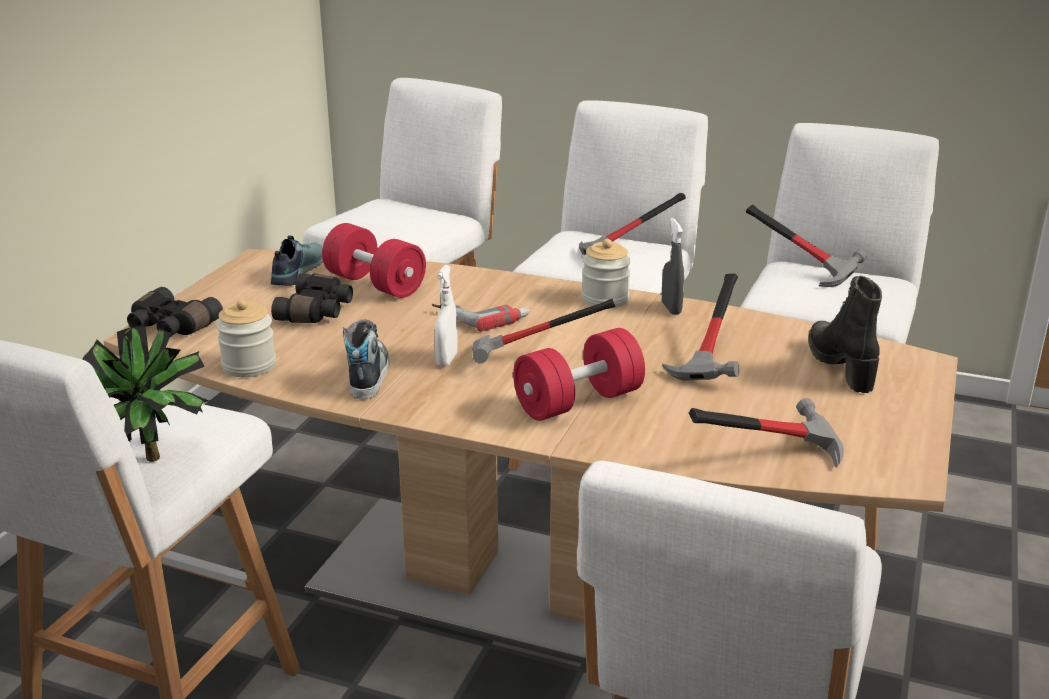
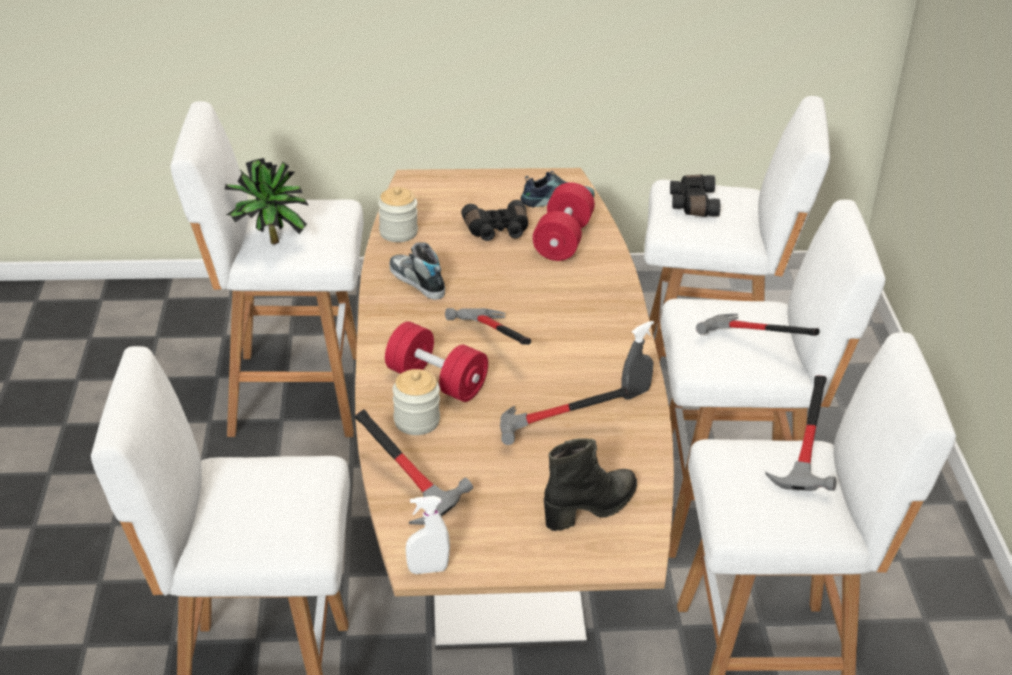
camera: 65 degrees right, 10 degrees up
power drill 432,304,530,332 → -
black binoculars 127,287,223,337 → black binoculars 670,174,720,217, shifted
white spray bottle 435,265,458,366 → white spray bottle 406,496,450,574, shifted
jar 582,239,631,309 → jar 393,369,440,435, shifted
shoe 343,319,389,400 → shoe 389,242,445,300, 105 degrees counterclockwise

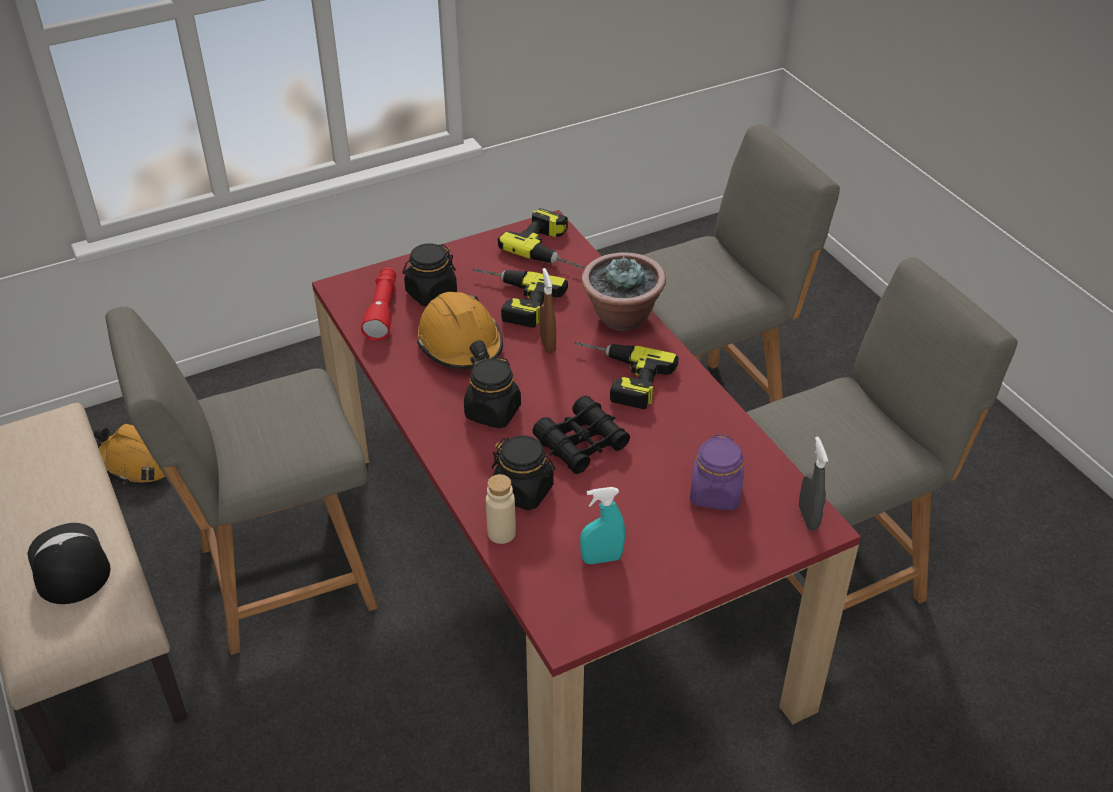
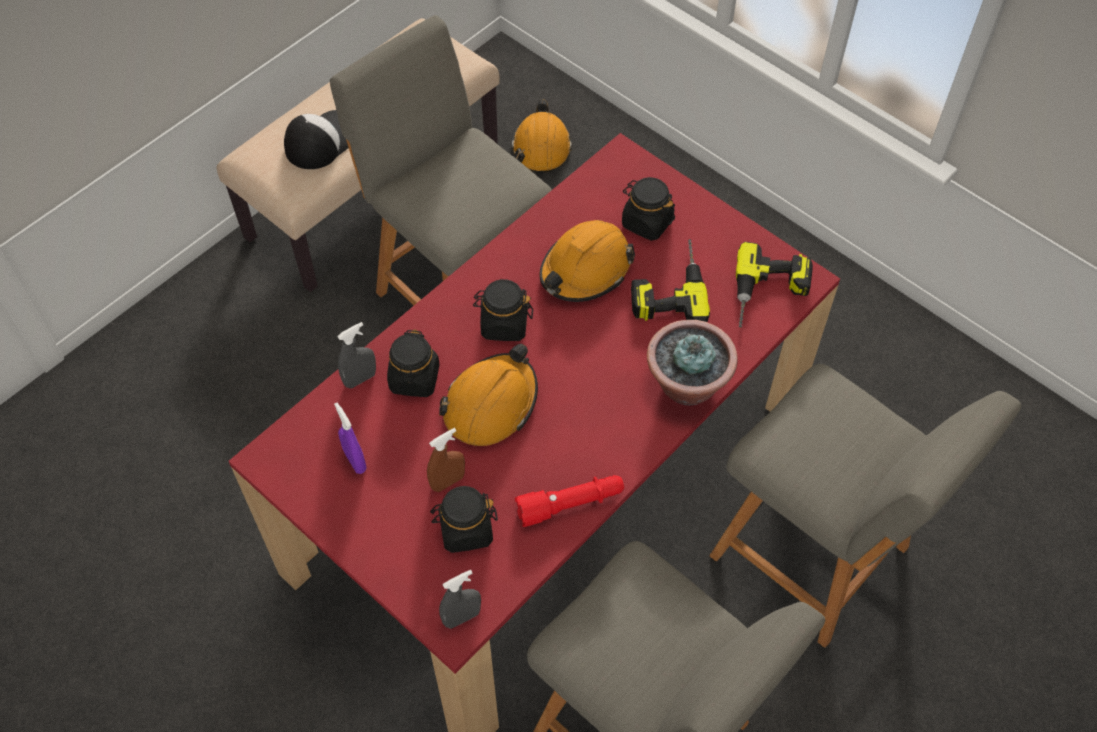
camera: 70 degrees right, 15 degrees up
power drill 575,342,679,409 → -
red flashlight 361,268,396,341 → red flashlight 515,475,624,527, shifted
brown spray bottle 539,268,556,353 → brown spray bottle 427,428,465,492, shifted
beige bottle 486,474,516,544 → grey spray bottle 337,322,376,388
black binoculars 532,396,630,474 → orange hard hat 439,344,538,446
turquoise spray bottle 580,487,625,564 → purple spray bottle 334,403,367,474
purple jar 690,434,744,510 → black jar 430,486,498,553

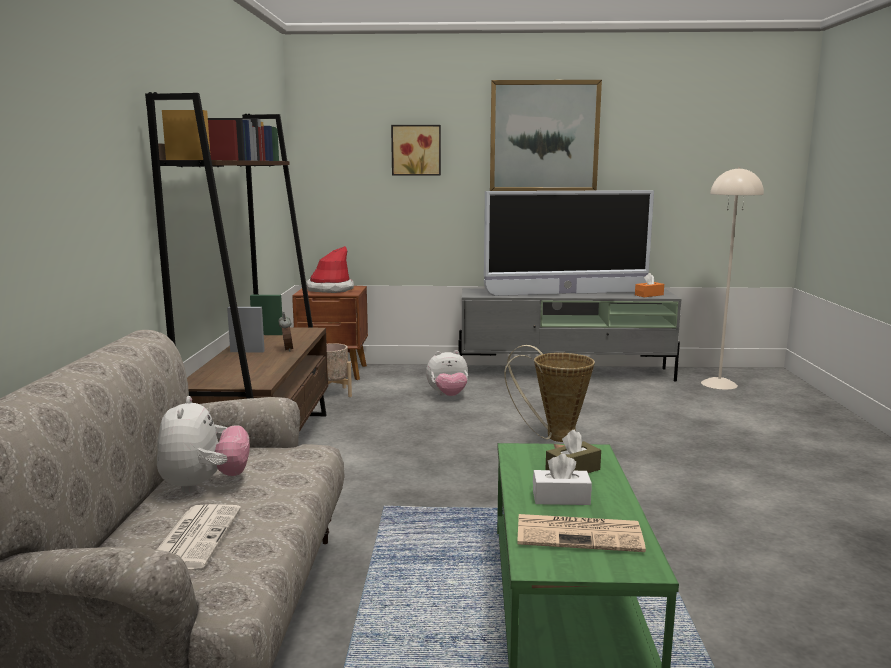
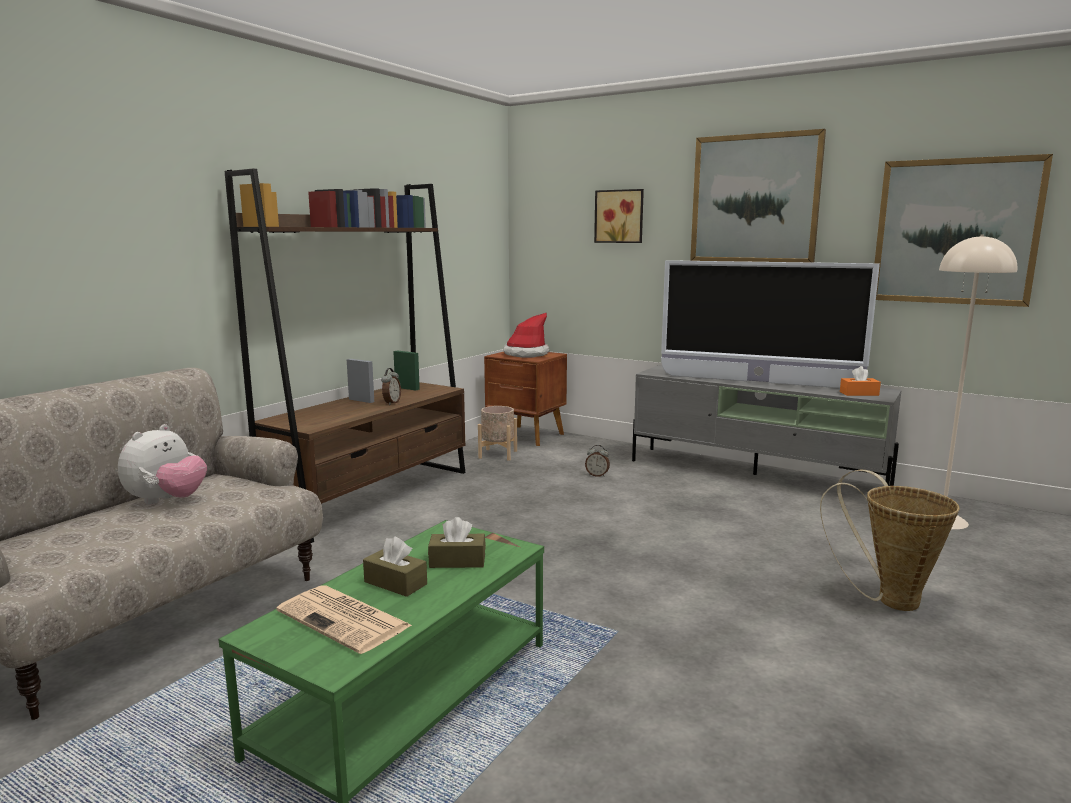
camera: 30 degrees right, 0 degrees up
newspaper 157,504,241,569 → -
- → picture 875,154,1053,307
basket 504,345,595,442 → basket 820,470,960,611, shifted
plush toy 426,350,468,396 → alarm clock 585,445,610,477
white tissue box 533,454,592,505 → brown tissue box 363,536,427,597

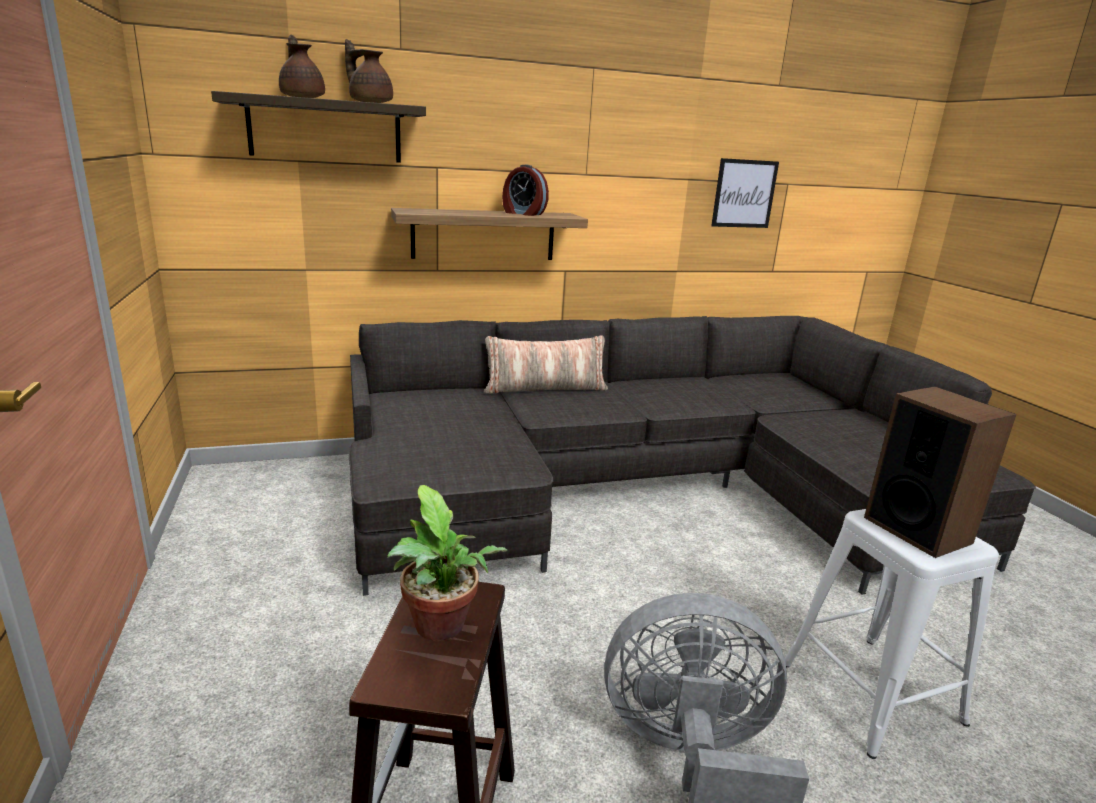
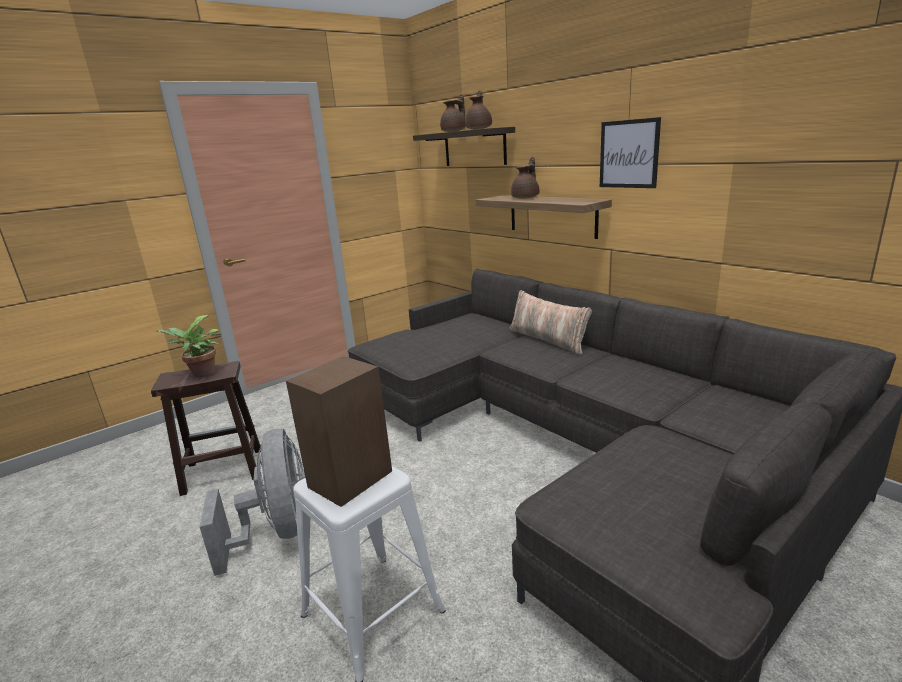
camera: 70 degrees right, 0 degrees up
alarm clock 502,165,549,216 → -
- → brown teapot 511,157,539,199
picture 711,158,779,228 → picture 600,117,661,188, shifted

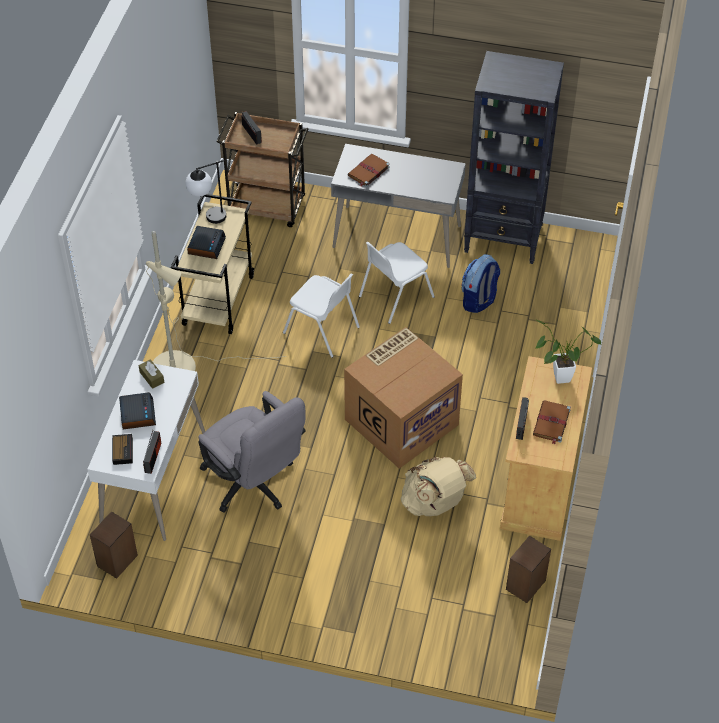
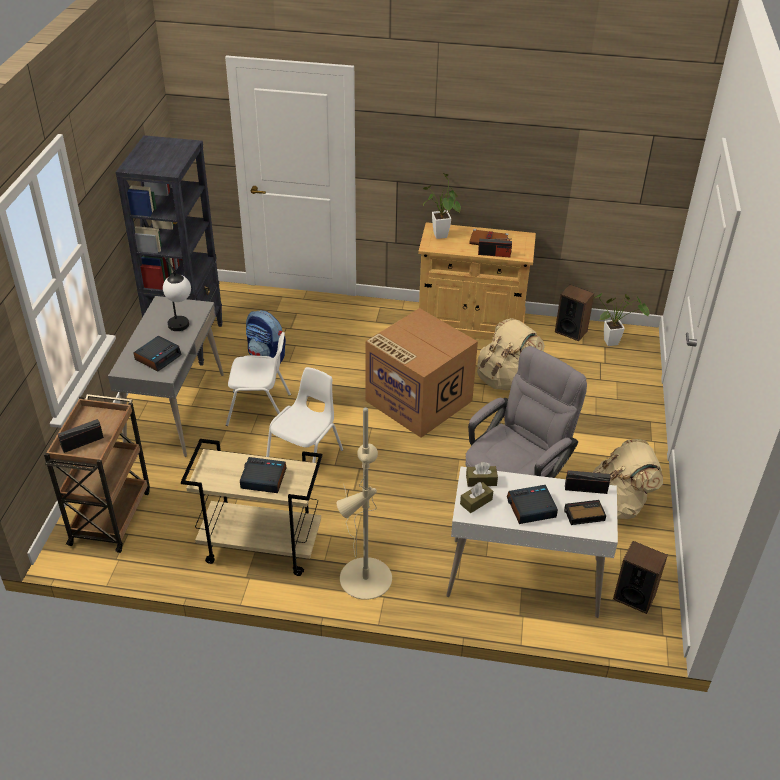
camera: 95 degrees left, 10 degrees down
- → brown tissue box 466,462,498,487
- → potted plant 593,293,649,346
- → beige backpack 593,439,663,519
table lamp 185,160,226,224 → table lamp 163,255,191,331, shifted
brown book 348,154,390,187 → alarm clock 134,336,182,371
white chair 359,242,435,324 → white chair 226,332,291,426, 45 degrees counterclockwise

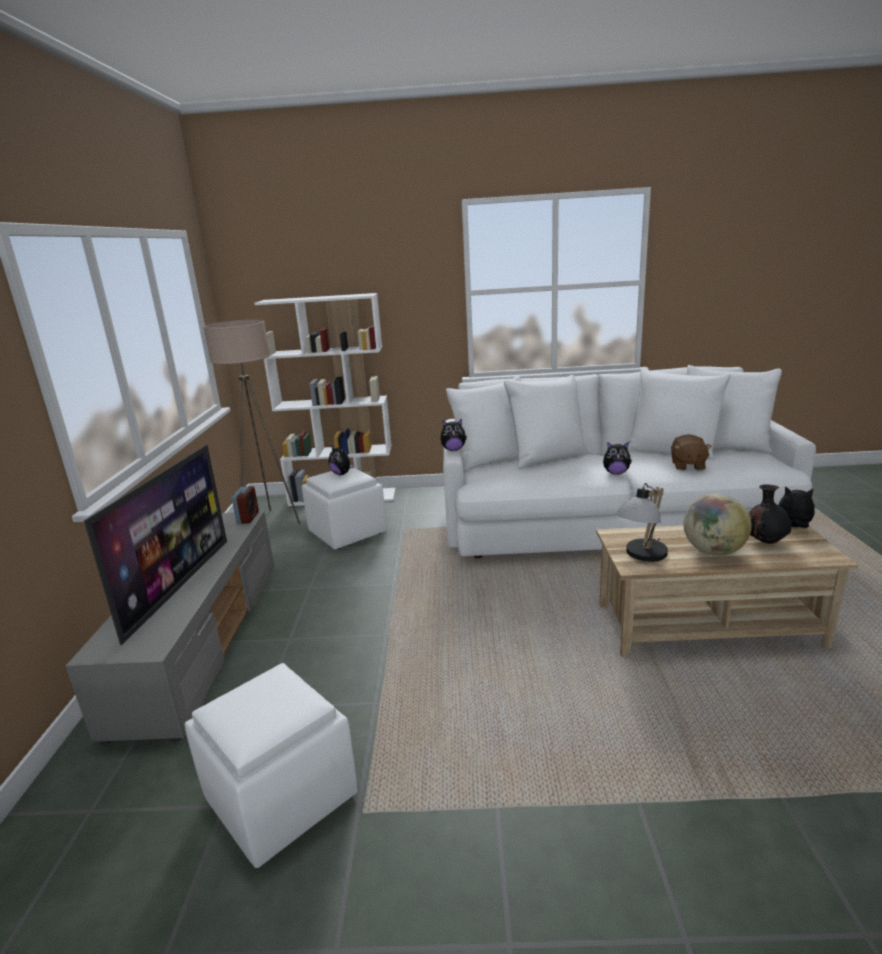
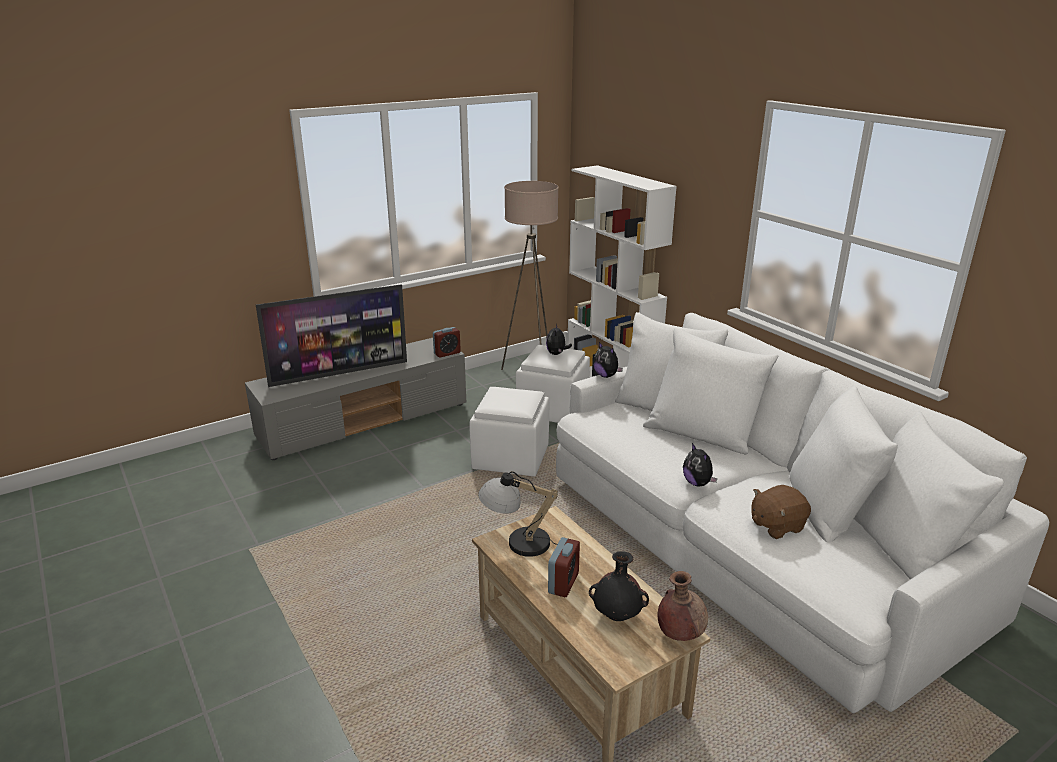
camera: 55 degrees right, 5 degrees up
white ottoman 185,663,358,868 → white ottoman 470,387,549,477, shifted
globe 683,494,752,556 → alarm clock 548,537,580,597
plush toy 779,486,815,528 → brown vase 657,571,708,641

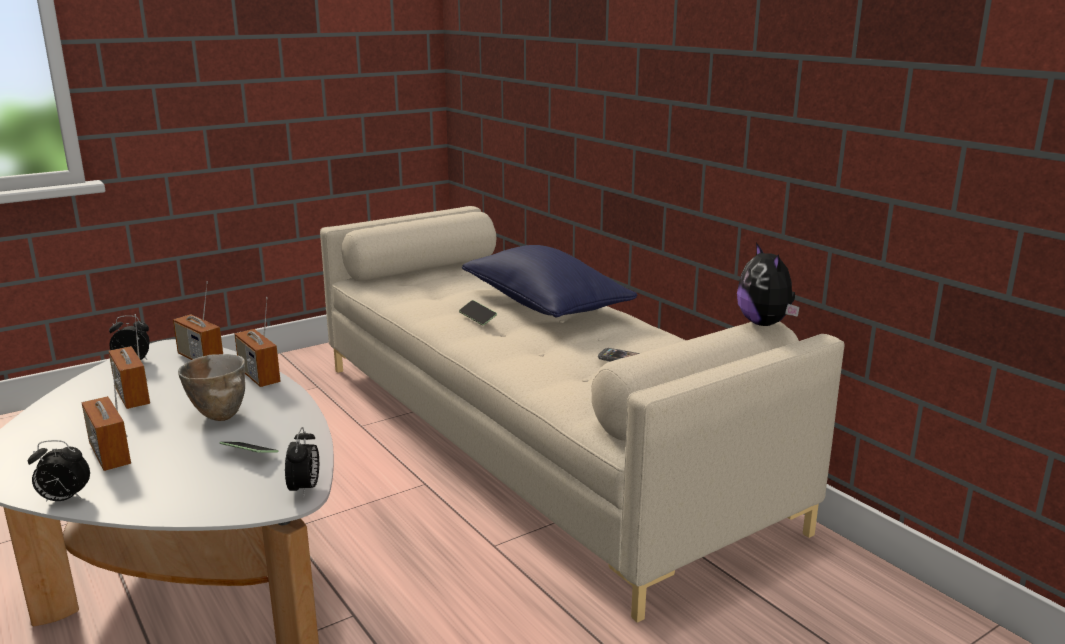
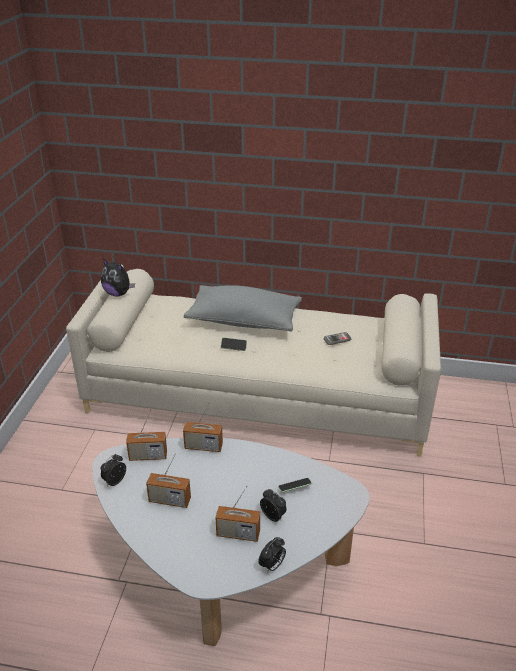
camera: 45 degrees left, 15 degrees up
bowl 178,354,245,421 → -
alarm clock 285,427,319,498 → alarm clock 260,489,287,522, shifted
plush toy 737,242,800,326 → plush toy 101,259,135,297, shifted
blue pillow 462,245,638,318 → grey pillow 183,285,302,331

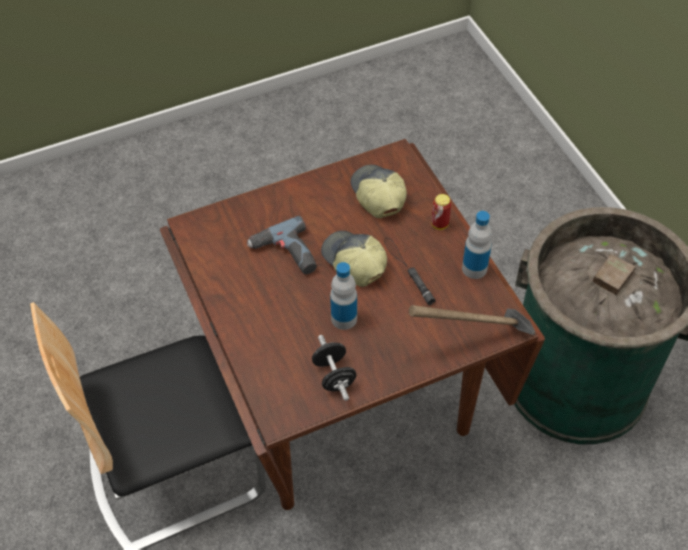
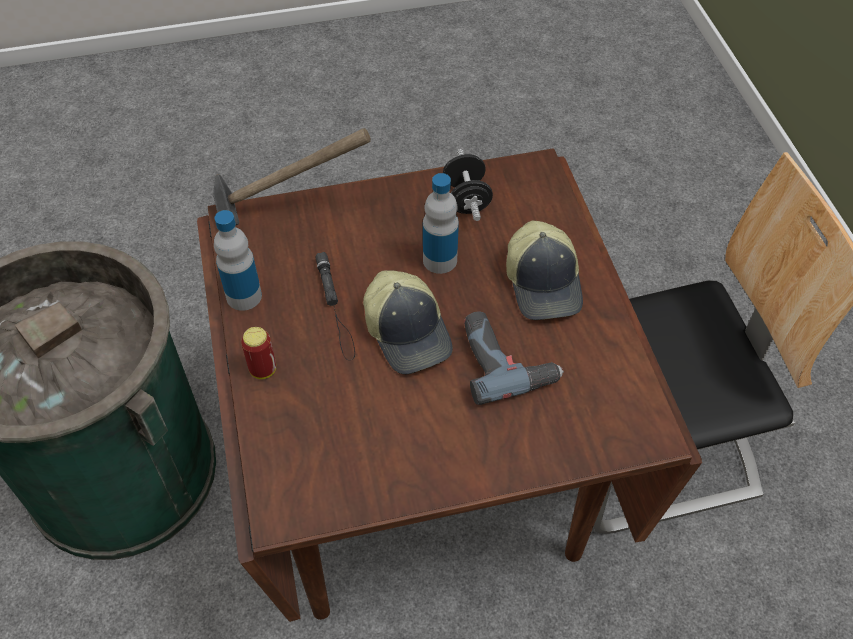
camera: 170 degrees left, 0 degrees up
cap 350,165,407,218 → cap 506,221,583,320, shifted

